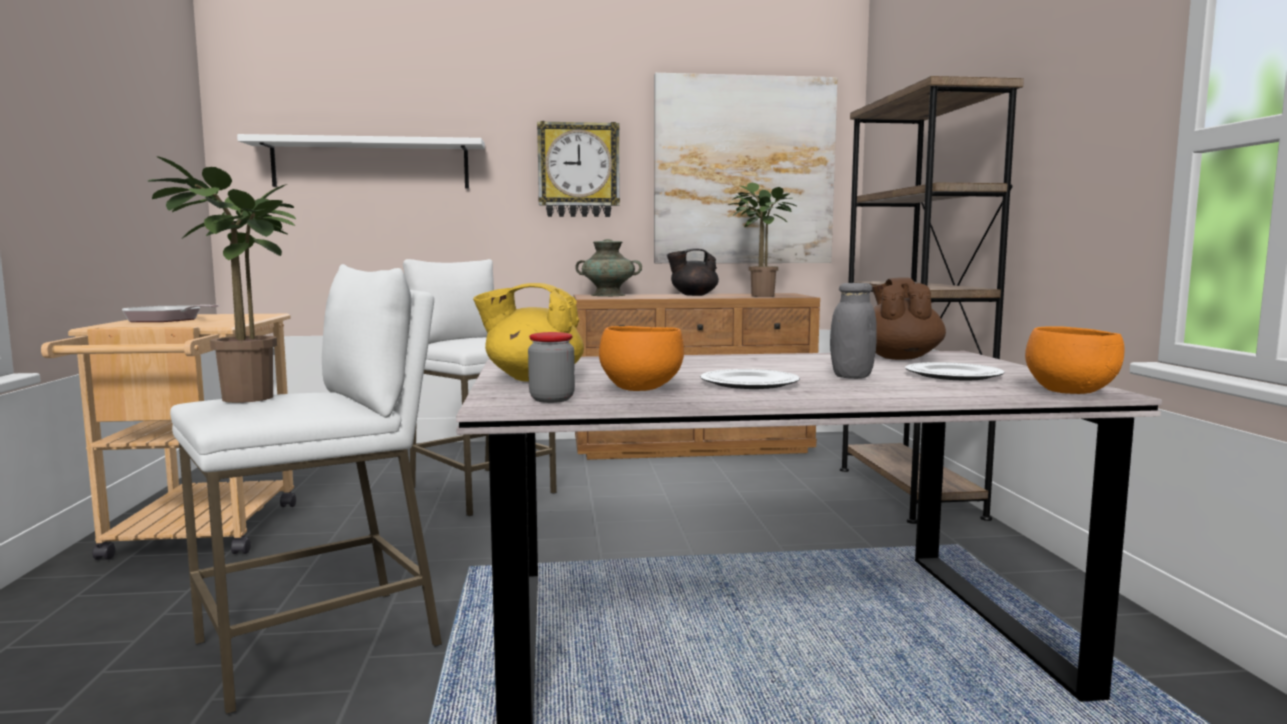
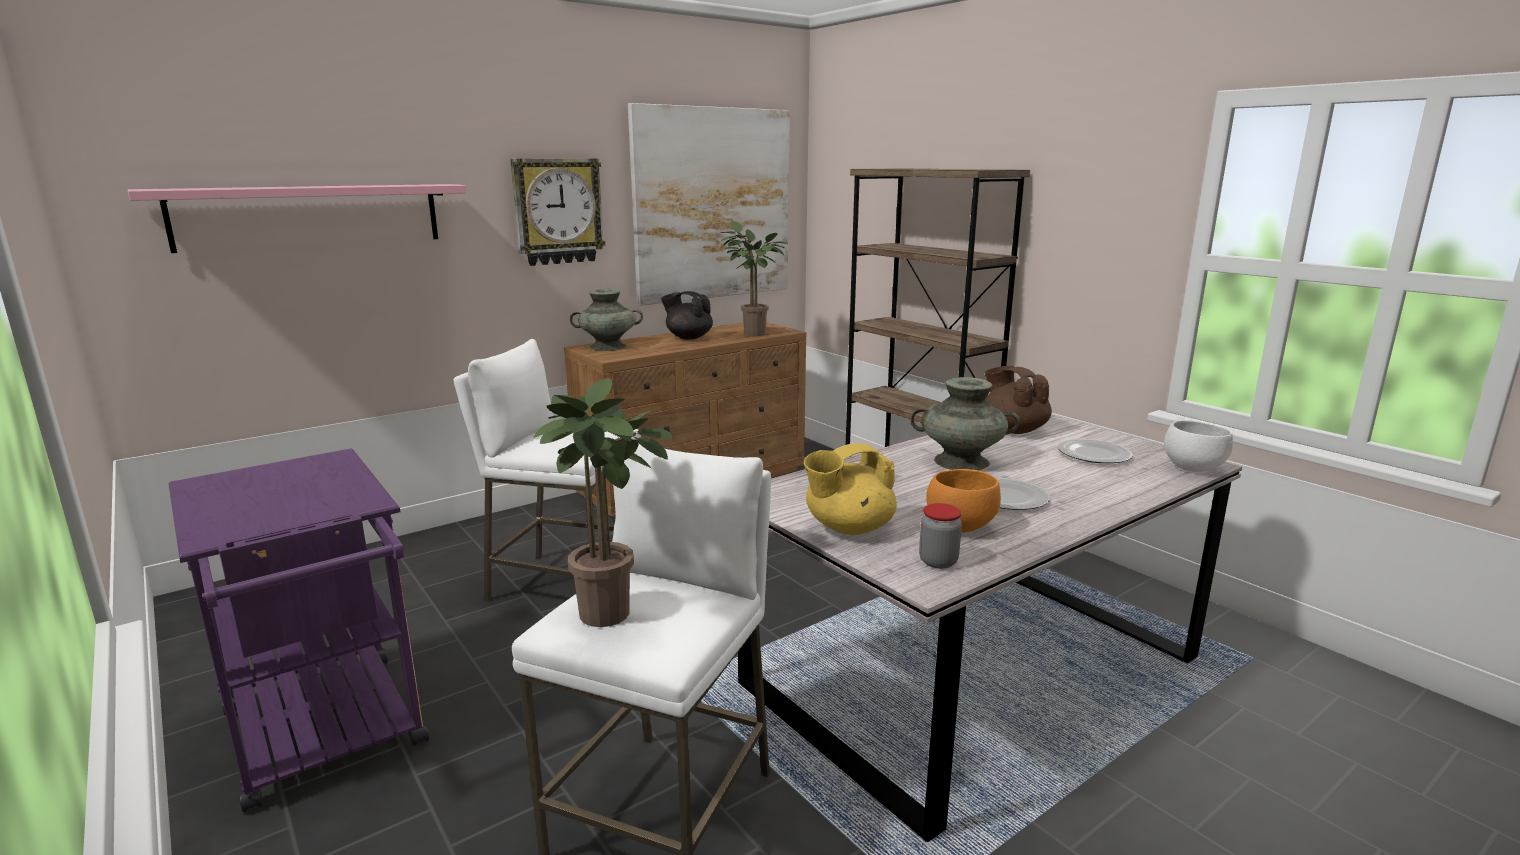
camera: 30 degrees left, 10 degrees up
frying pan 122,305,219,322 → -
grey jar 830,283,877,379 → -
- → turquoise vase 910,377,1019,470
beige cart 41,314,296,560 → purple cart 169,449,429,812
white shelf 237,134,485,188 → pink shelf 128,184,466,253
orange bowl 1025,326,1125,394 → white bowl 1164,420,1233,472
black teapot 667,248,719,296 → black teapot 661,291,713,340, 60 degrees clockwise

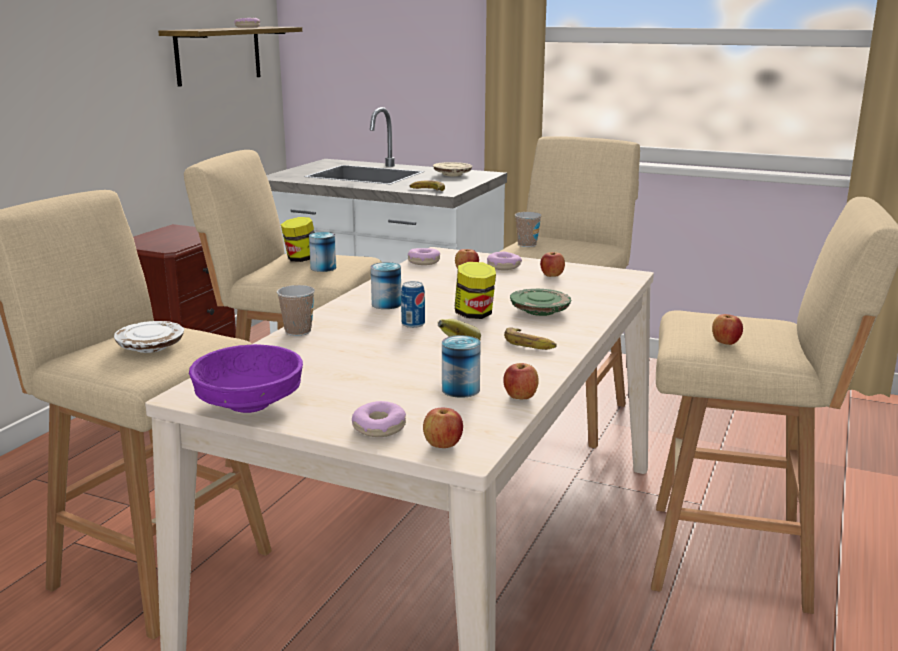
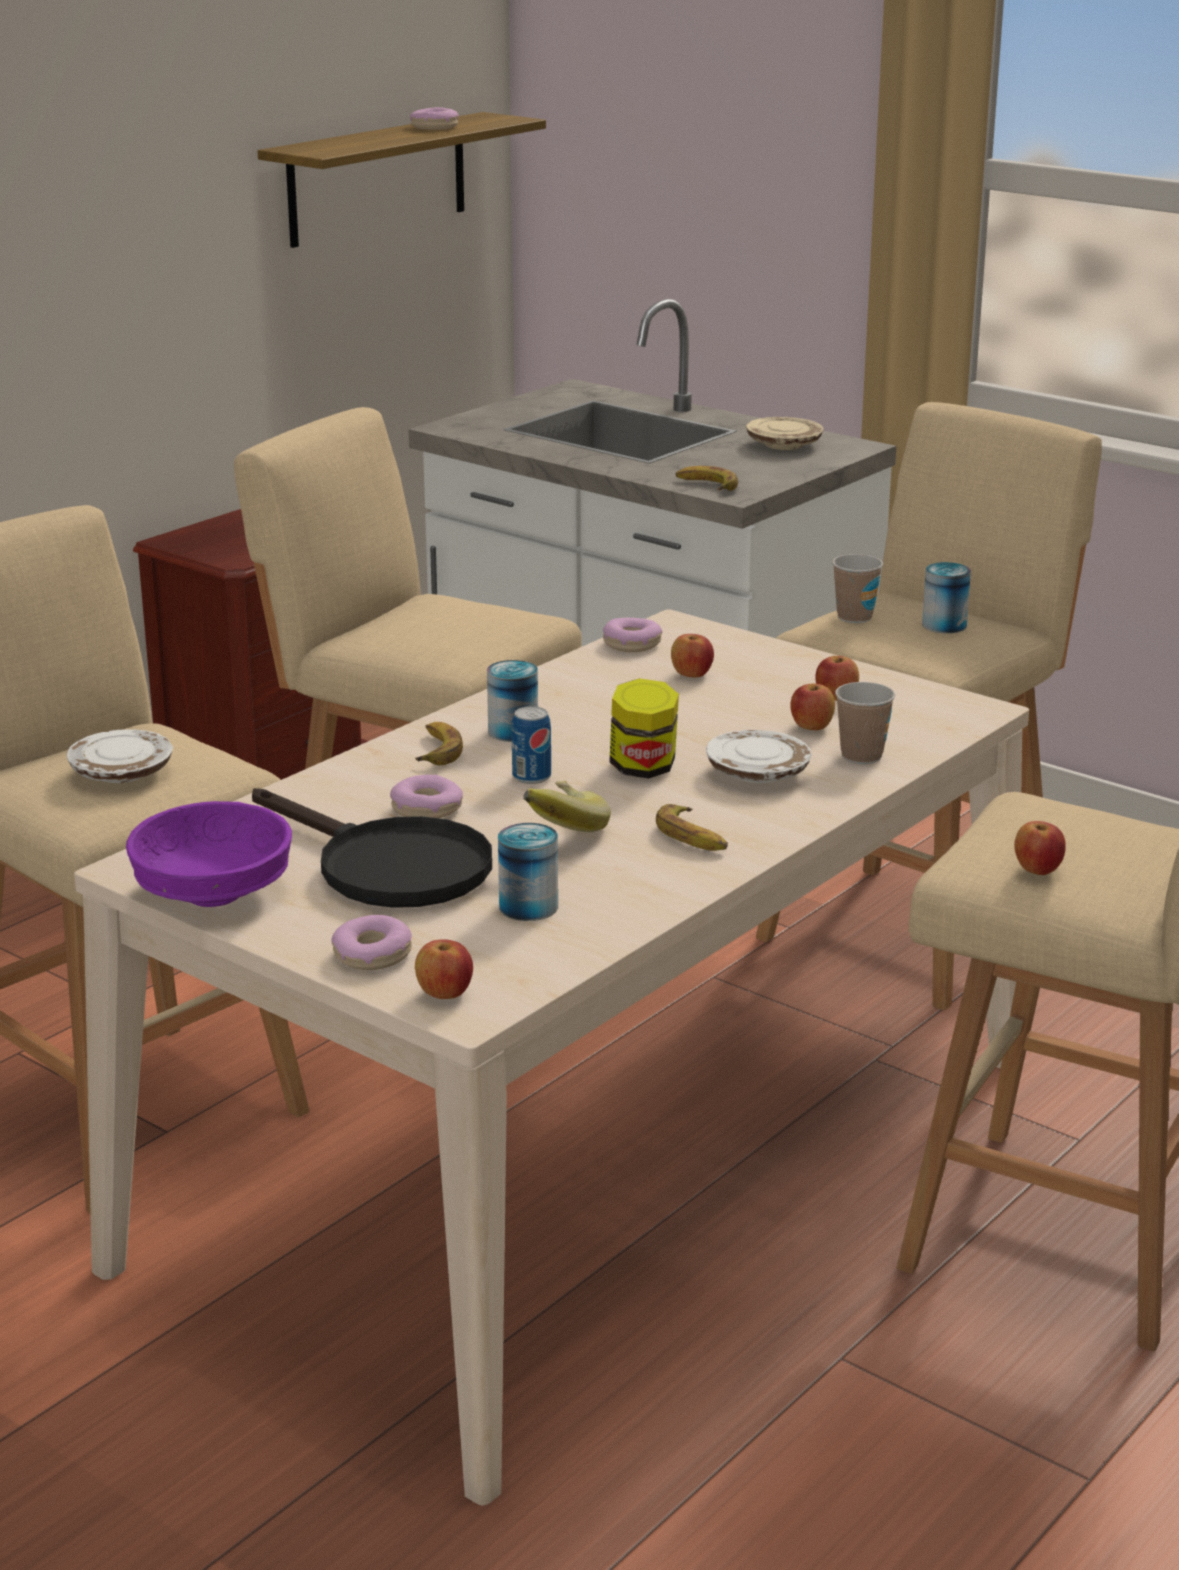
camera: 15 degrees right, 5 degrees up
jar 281,217,315,262 → -
- → black frying pan 252,788,492,908
- → banana 415,722,463,765
cup 277,285,315,336 → cup 835,682,895,764, shifted
can 309,232,336,272 → can 922,562,971,633, shifted
donut 487,251,522,270 → donut 390,775,463,818, shifted
apple 503,363,539,399 → apple 790,683,835,730, shifted
green plate 510,289,571,316 → white plate 706,730,812,783

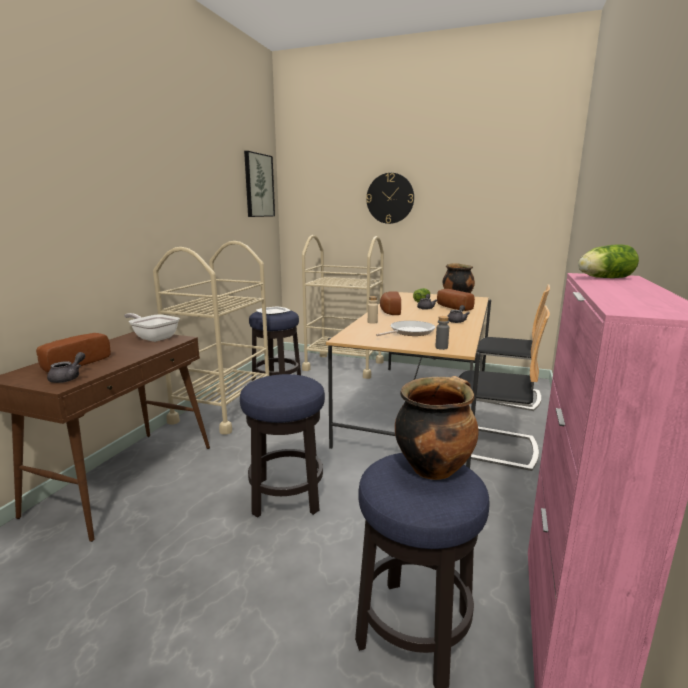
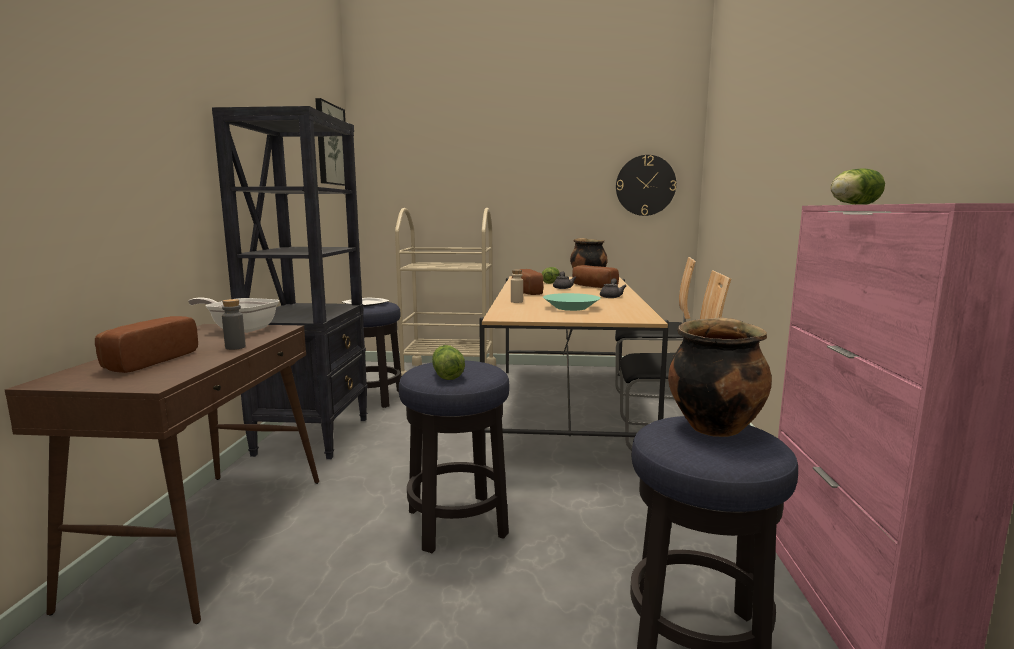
camera: 15 degrees left, 5 degrees down
grey teapot 47,352,85,383 → -
- → lettuce 432,345,465,380
wall clock 366,173,414,224 → wall clock 616,155,676,216, shifted
grey bottle 435,316,449,350 → grey bottle 222,299,246,350, shifted
beige cart 153,241,269,435 → black bookcase 212,106,368,459
frying pan 376,321,435,336 → turquoise bowl 543,293,600,311

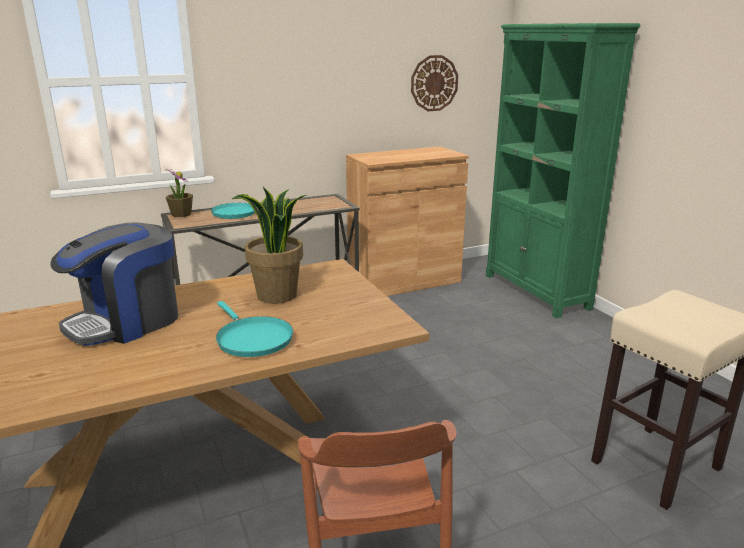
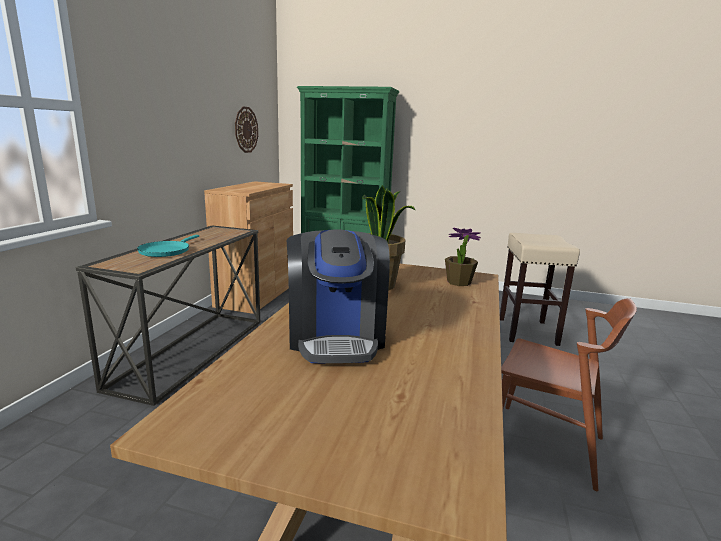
camera: 50 degrees left, 5 degrees down
turquoise frying pan 216,301,293,357 → -
potted plant 166,168,193,217 → potted plant 445,228,481,286, shifted

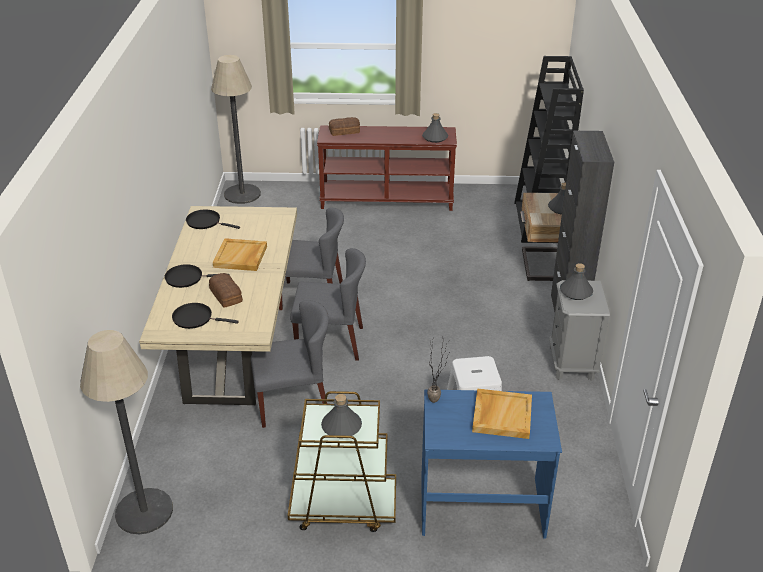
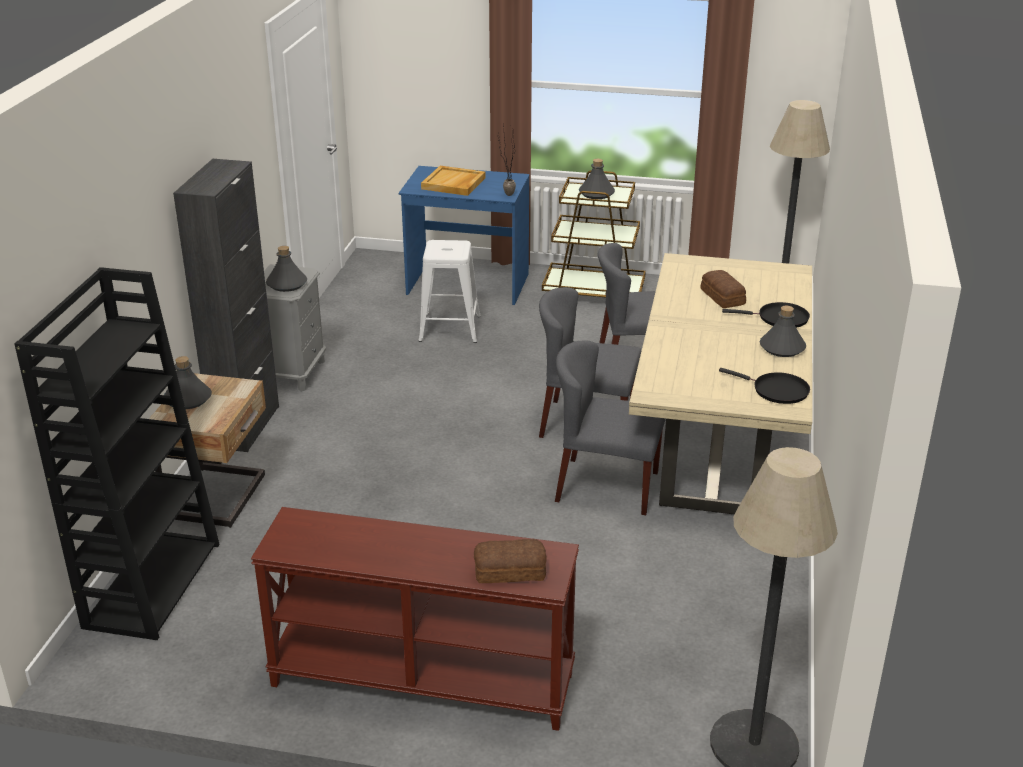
camera: 170 degrees left, 5 degrees down
black frying pan 172,303,239,329 → -
beige tray 213,238,267,271 → -
grey bottle 422,113,448,143 → grey bottle 760,306,806,357, shifted

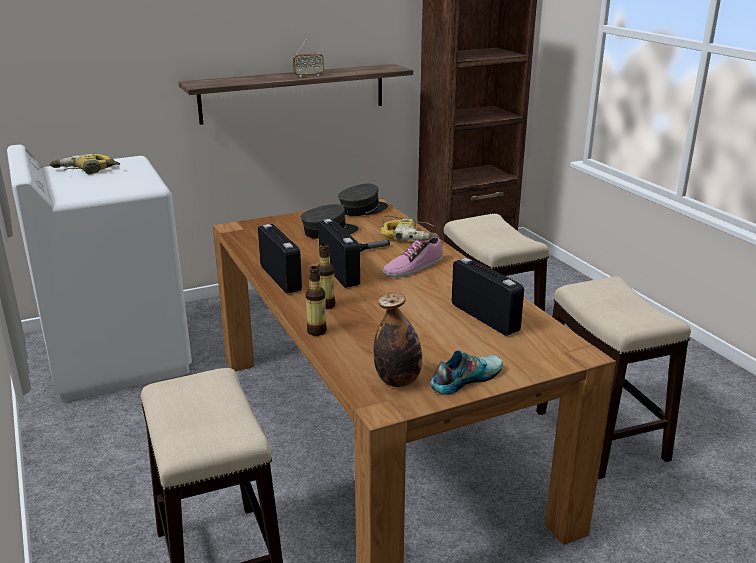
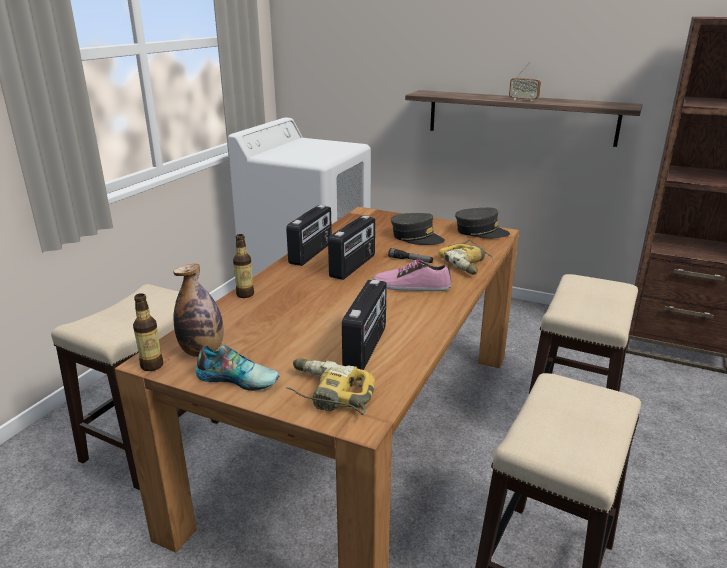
camera: 50 degrees right, 0 degrees up
power drill 49,154,120,174 → power drill 287,358,375,415, shifted
bottle 317,243,335,309 → bottle 133,293,163,371, shifted

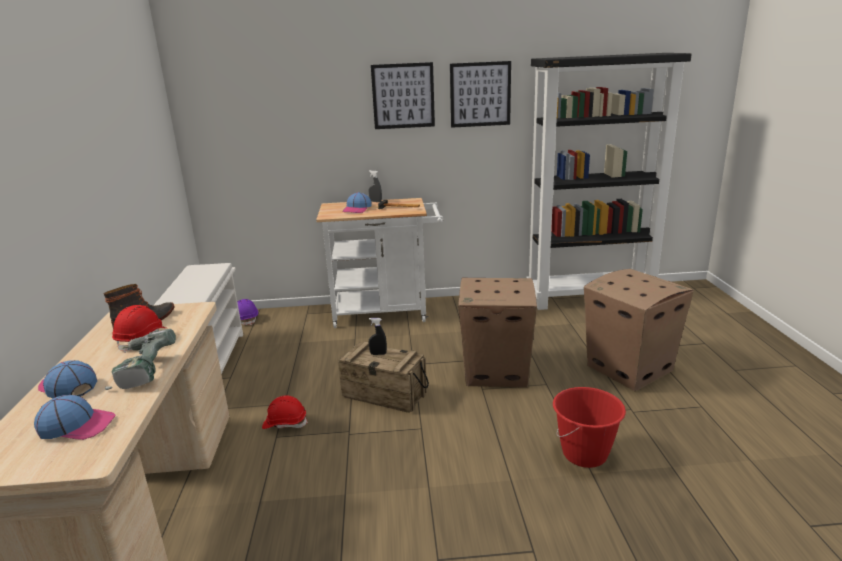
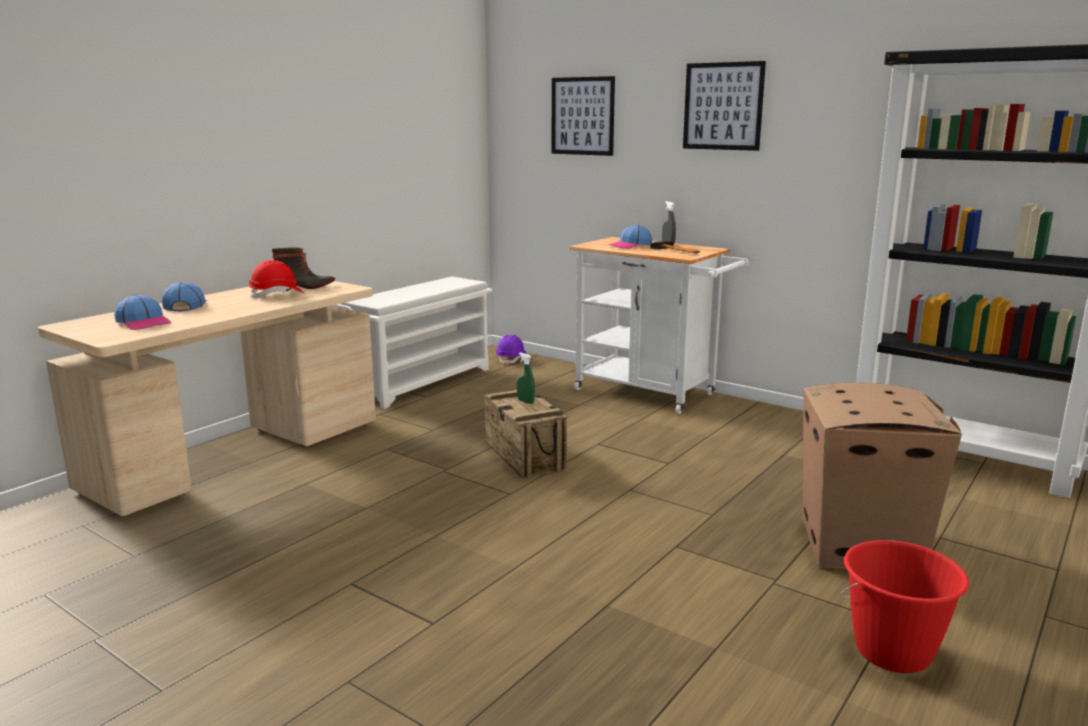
camera: 40 degrees right, 5 degrees down
power drill 105,329,176,390 → -
red hard hat 262,395,308,429 → -
cardboard box 458,278,537,388 → -
picture 450,61,511,128 → picture 552,76,615,156, shifted
red bucket 553,387,626,468 → red bucket 841,540,969,673, shifted
black spray bottle 369,318,387,355 → green spray bottle 517,353,535,404

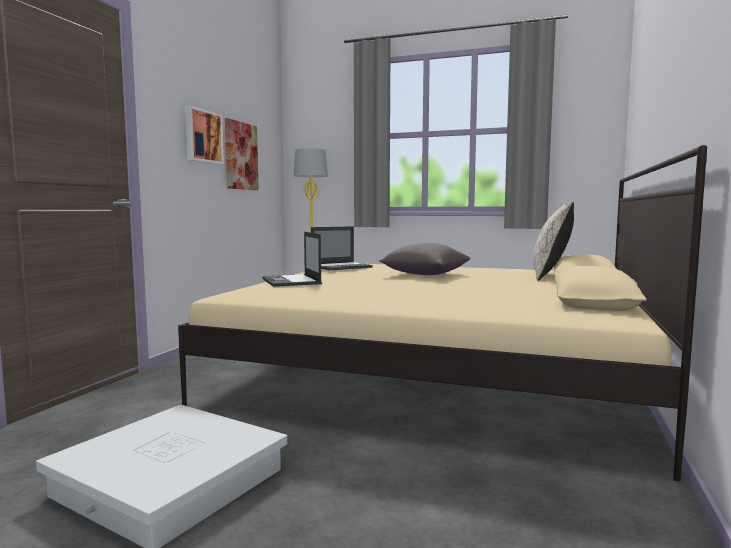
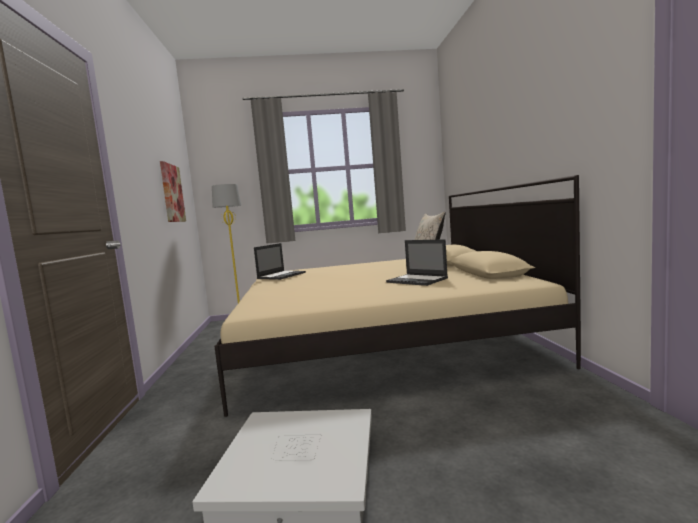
camera: 25 degrees left, 0 degrees up
picture 185,106,224,164 → -
grey pillow 379,243,470,275 → -
laptop 262,232,322,287 → laptop 386,239,448,286, shifted

